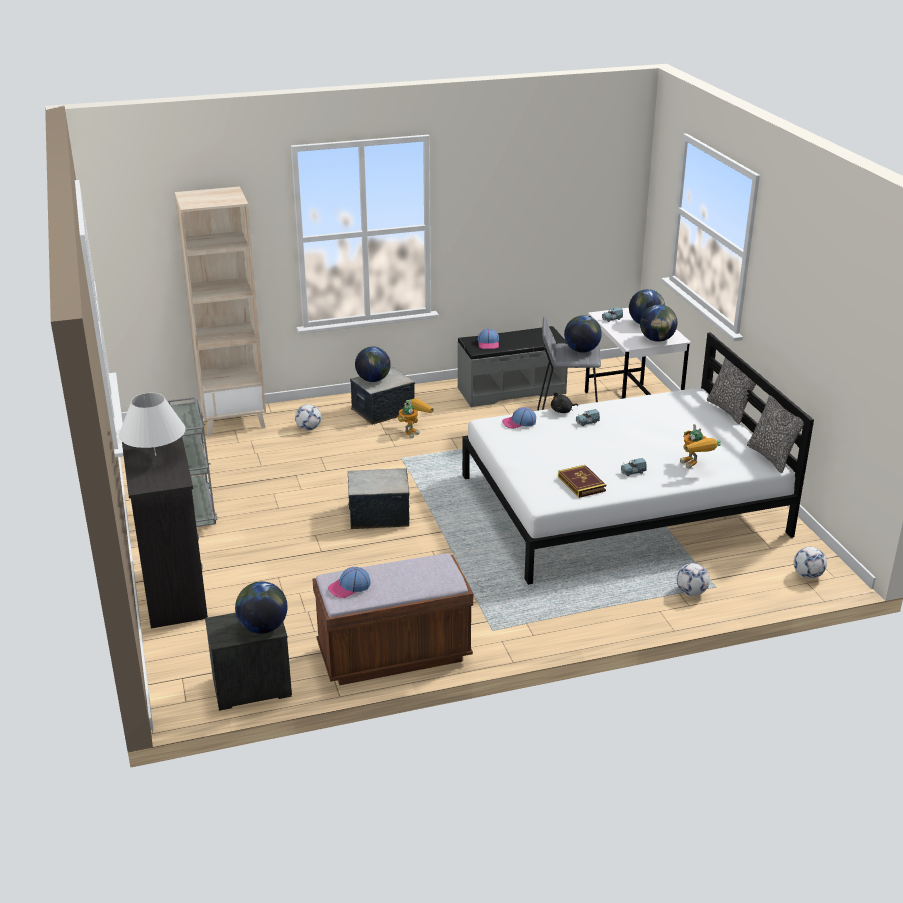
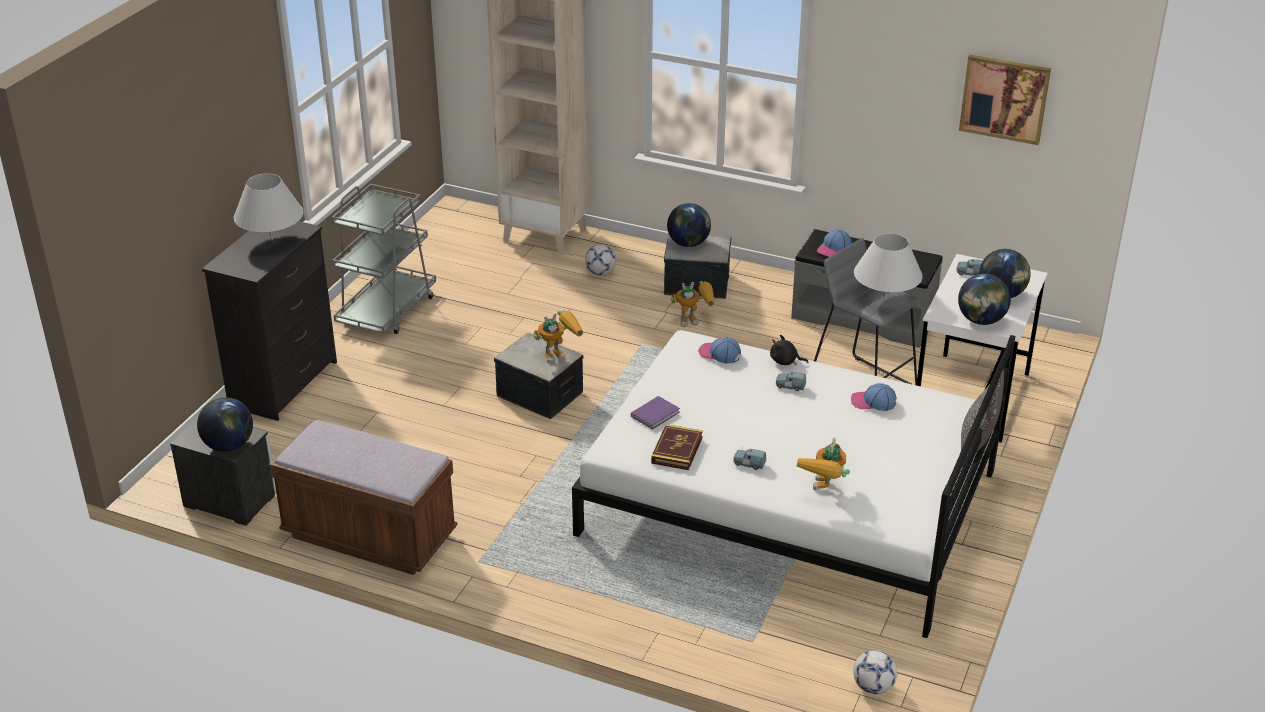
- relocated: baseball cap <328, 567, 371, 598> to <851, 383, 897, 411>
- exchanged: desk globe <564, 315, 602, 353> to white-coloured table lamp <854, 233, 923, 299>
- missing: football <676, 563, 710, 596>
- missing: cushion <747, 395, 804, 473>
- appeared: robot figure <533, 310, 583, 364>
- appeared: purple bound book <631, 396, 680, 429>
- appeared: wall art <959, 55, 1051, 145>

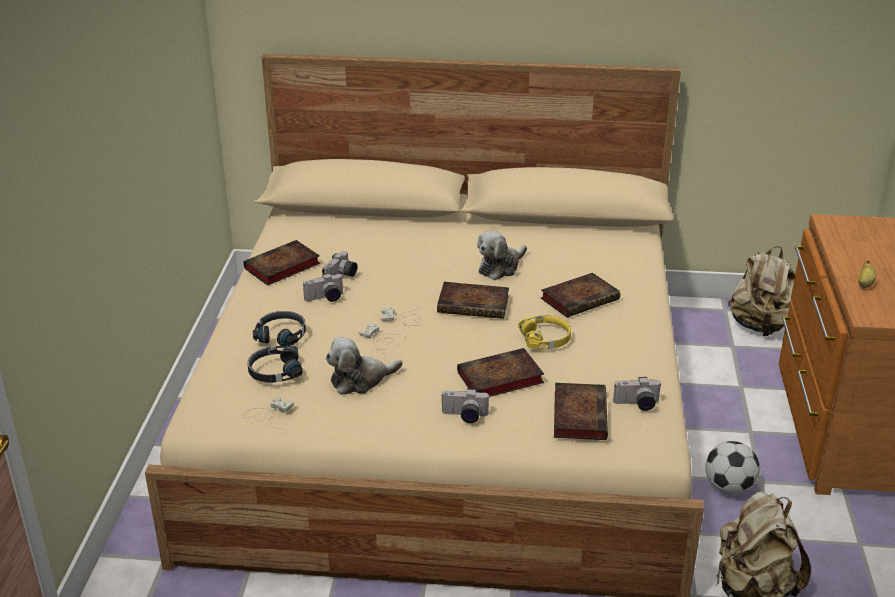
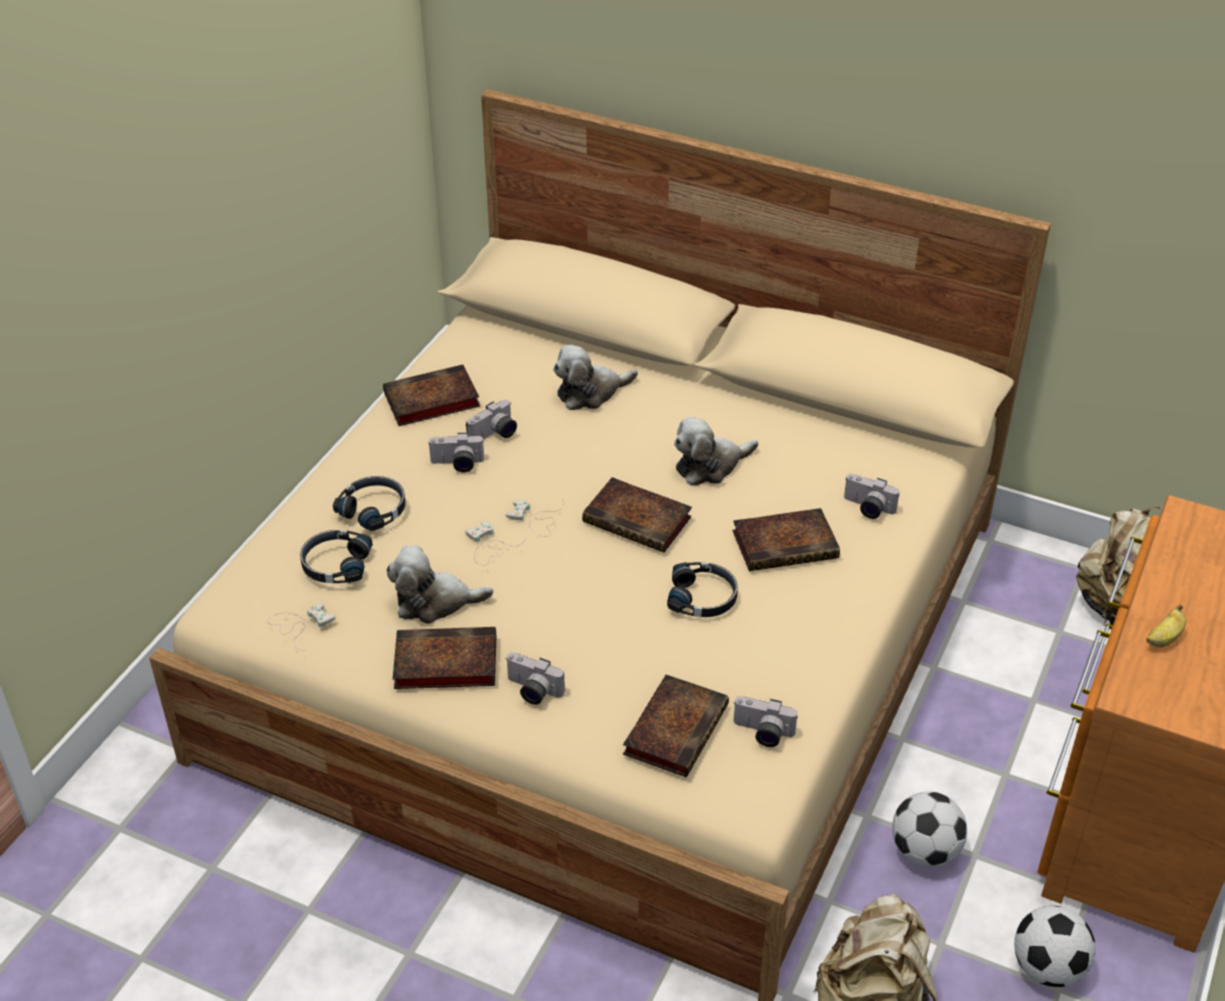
- relocated: bound book <457, 348, 544, 397> to <393, 627, 496, 689>
- colour: yellow-coloured pair of headphones <518, 315, 571, 349> to black-coloured pair of headphones <667, 562, 738, 617>
- appeared: soft toy <553, 345, 638, 410>
- appeared: photo camera <844, 474, 900, 519>
- appeared: football <1014, 906, 1096, 987>

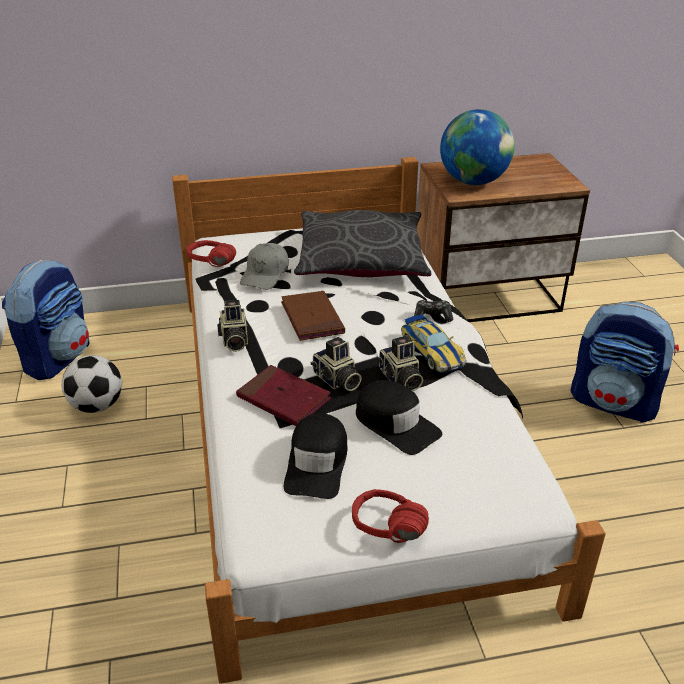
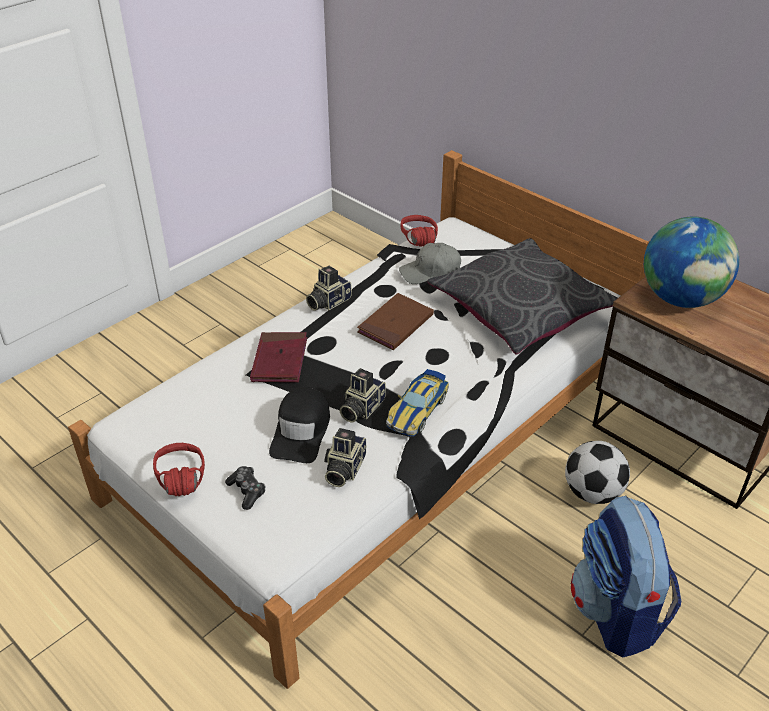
- missing: backpack <2, 260, 89, 380>
- relocated: football <61, 355, 122, 413> to <565, 441, 630, 504>
- missing: black-coloured baseball cap <284, 413, 348, 499>
- relocated: photo camera <311, 337, 362, 391> to <324, 428, 366, 487>
- relocated: gamepad <414, 300, 453, 322> to <225, 466, 266, 510>

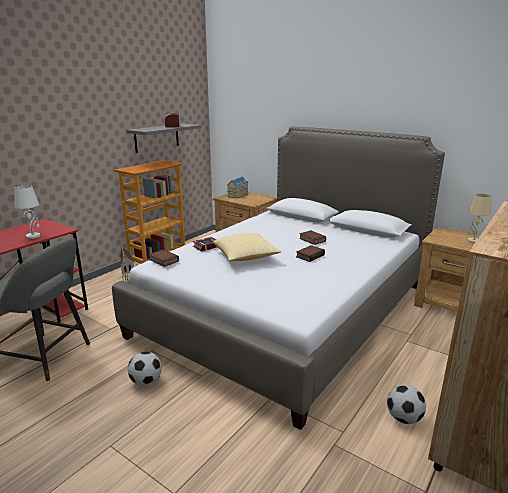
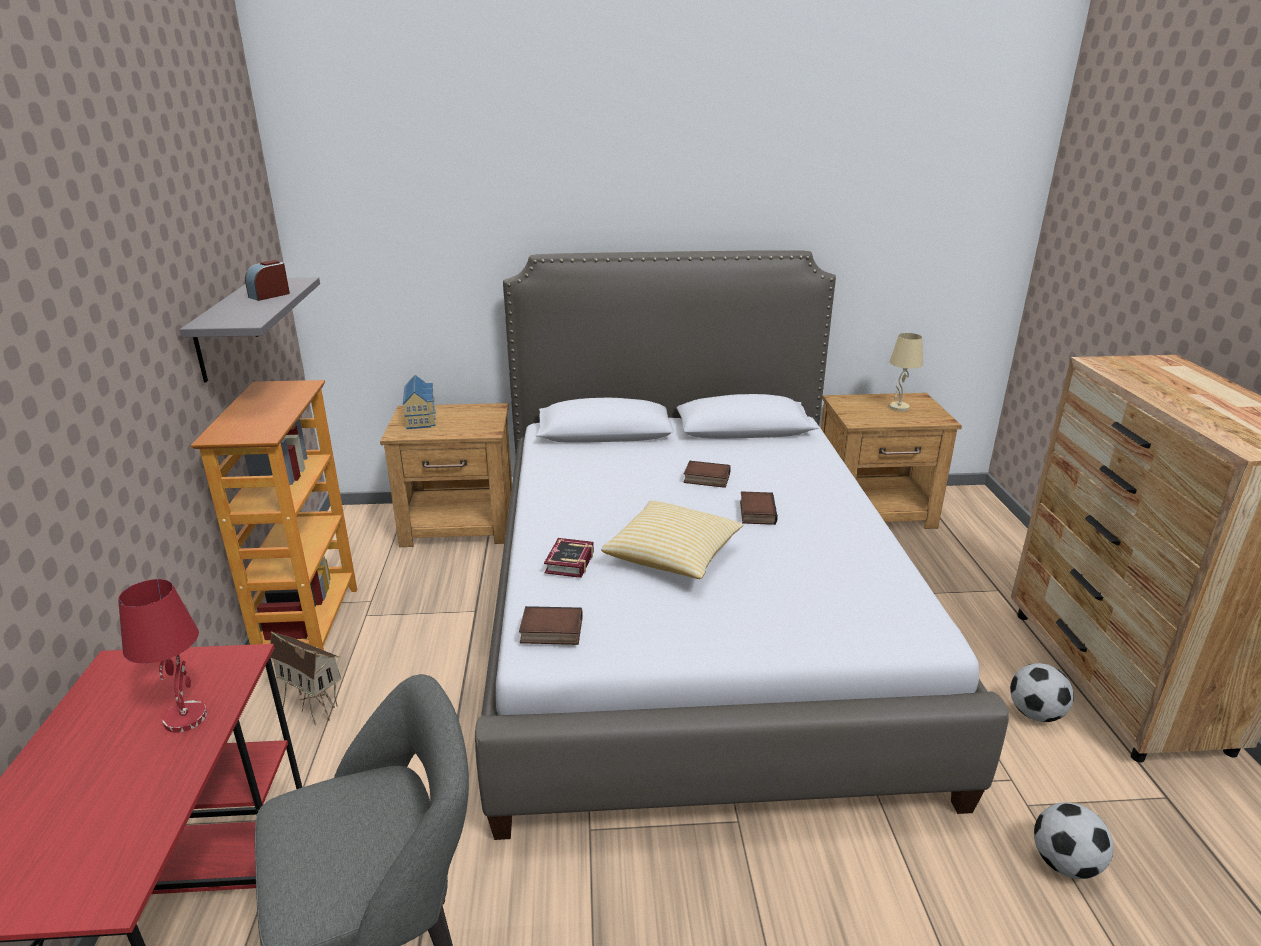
- colour: white-coloured table lamp <15, 185, 40, 239> to red table lamp <118, 579, 207, 733>
- relocated: football <128, 352, 162, 386> to <1034, 802, 1114, 879>

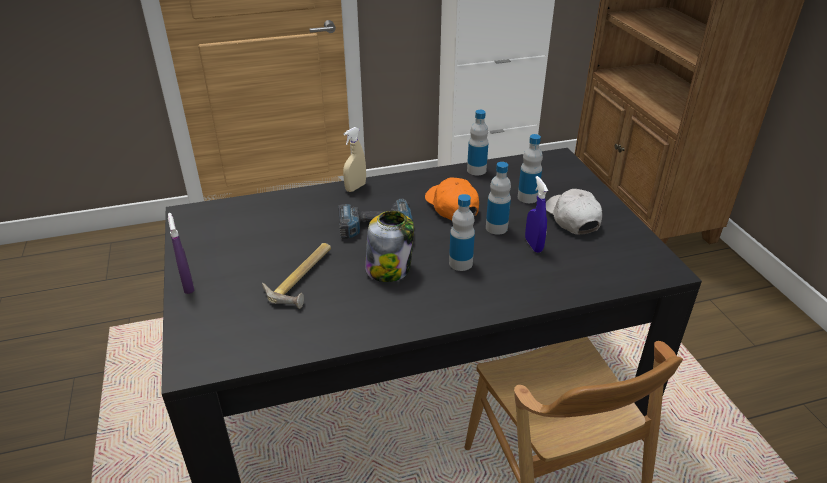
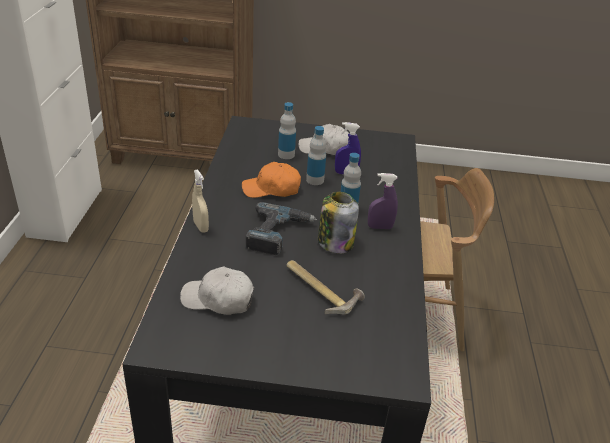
- relocated: purple hand sprayer <168, 213, 194, 294> to <368, 173, 398, 229>
- missing: bottle <467, 110, 488, 176>
- appeared: white-coloured baseball cap <180, 267, 254, 315>

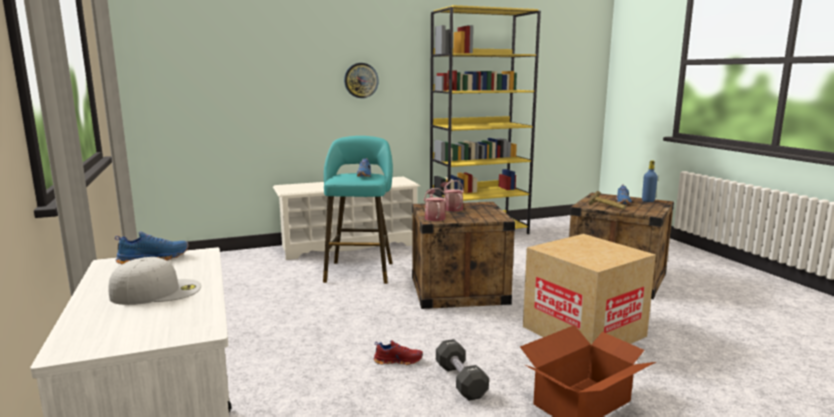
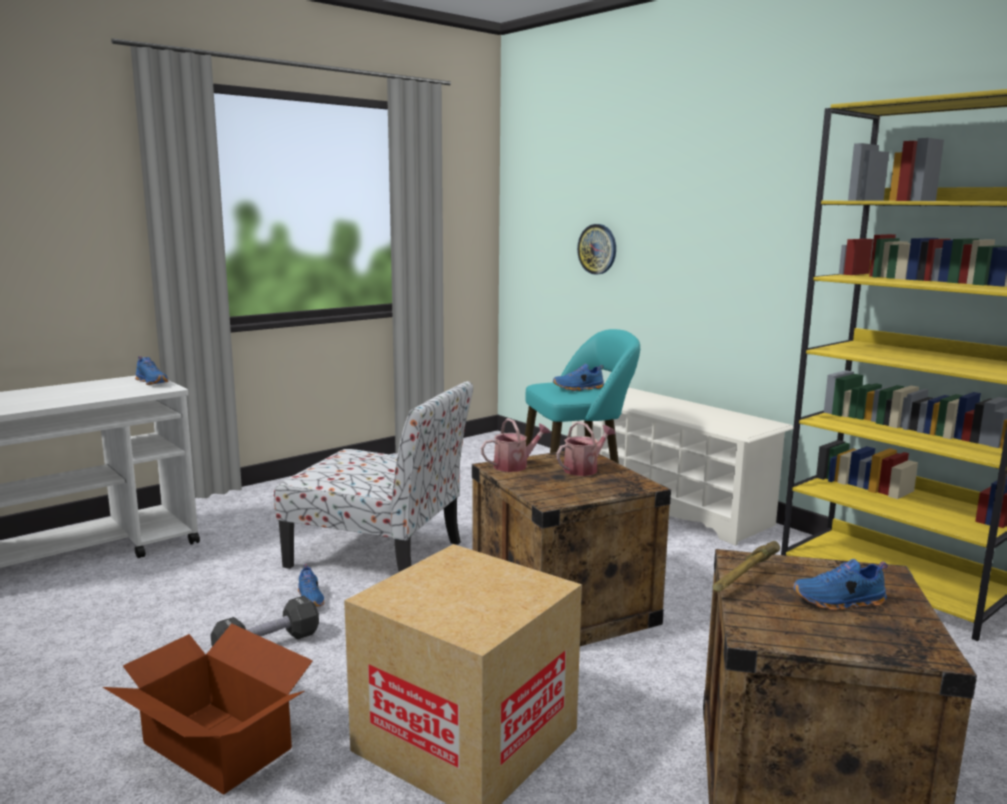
- missing: white-coloured baseball cap <108, 257, 201, 305>
- relocated: clock on the wall <344, 63, 379, 98> to <577, 224, 616, 275>
- colour: red item of footwear <374, 340, 423, 365> to bluish item of footwear <298, 564, 325, 607>
- missing: bluish bottle <642, 160, 658, 202>
- appeared: chair <274, 381, 473, 572>

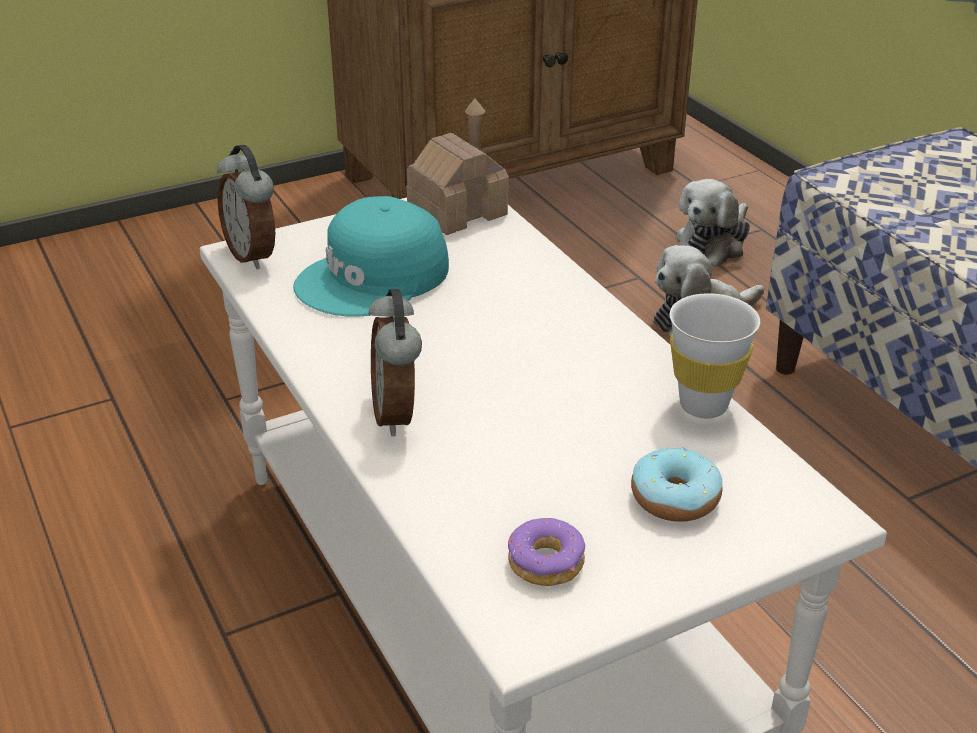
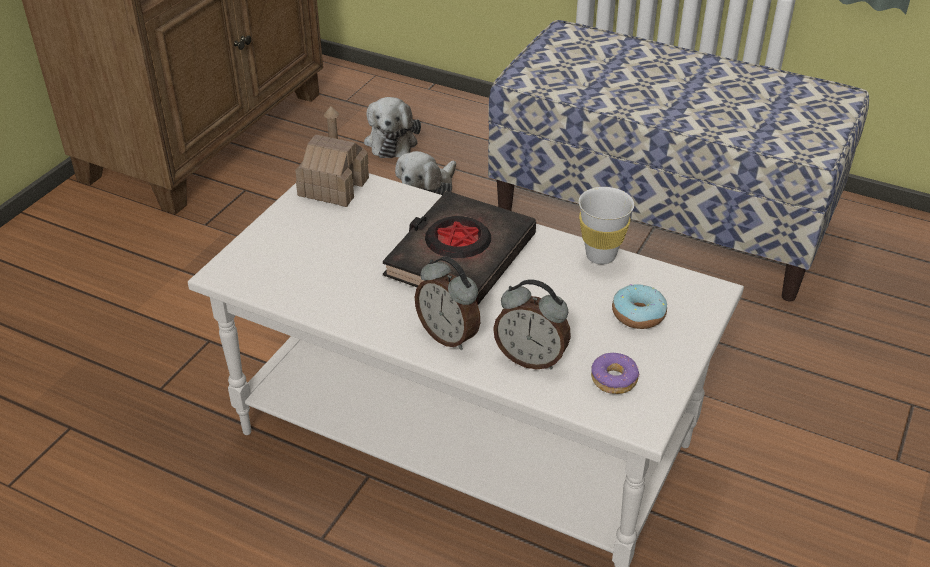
- relocated: bedside clock <217, 145, 275, 269> to <493, 280, 571, 369>
- missing: blue-green baseball cap <293, 196, 449, 317>
- appeared: black-coloured bound book <383, 191, 536, 305>

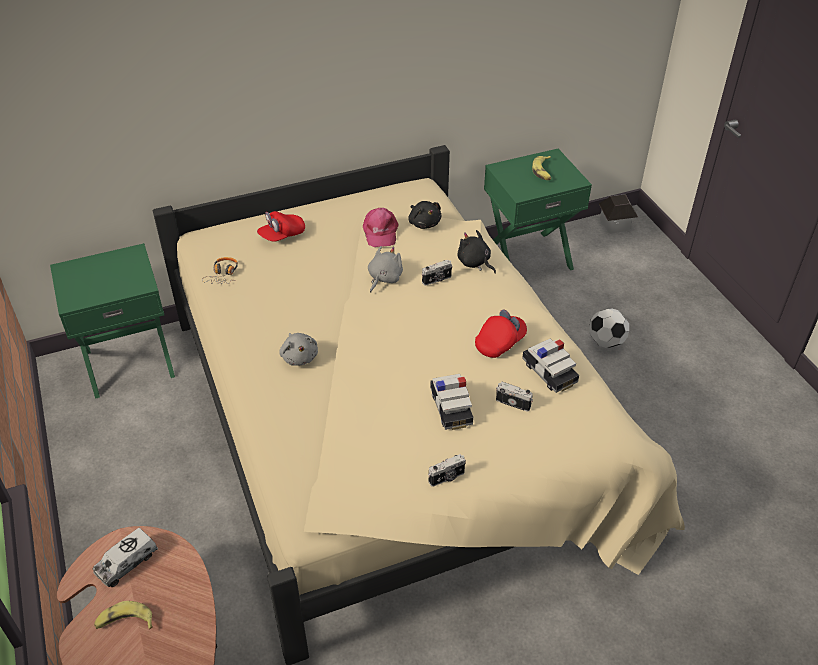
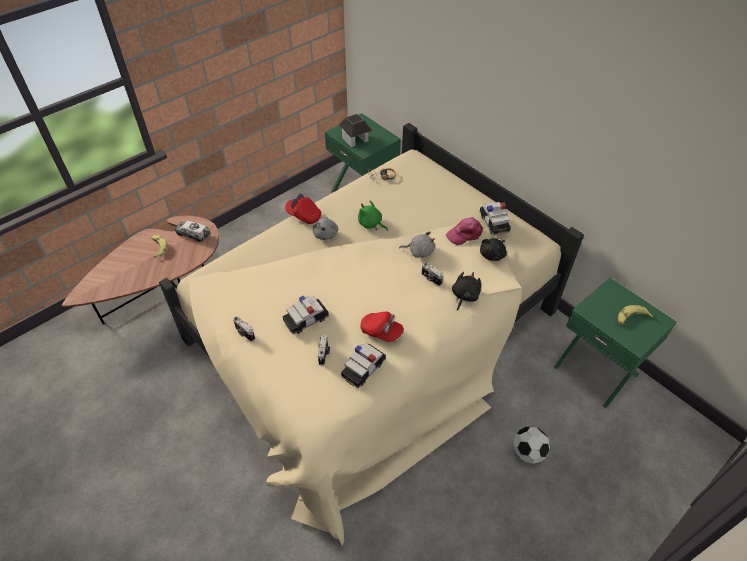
- relocated: red baseball cap <257, 211, 305, 242> to <285, 193, 321, 224>
- spun: greyish soft toy <279, 333, 318, 366> = <313, 217, 339, 240> 45 degrees counterclockwise
- relocated: model house <599, 194, 638, 233> to <339, 114, 372, 147>
- appeared: green soft toy <358, 201, 388, 231>
- appeared: toy car <480, 202, 511, 236>

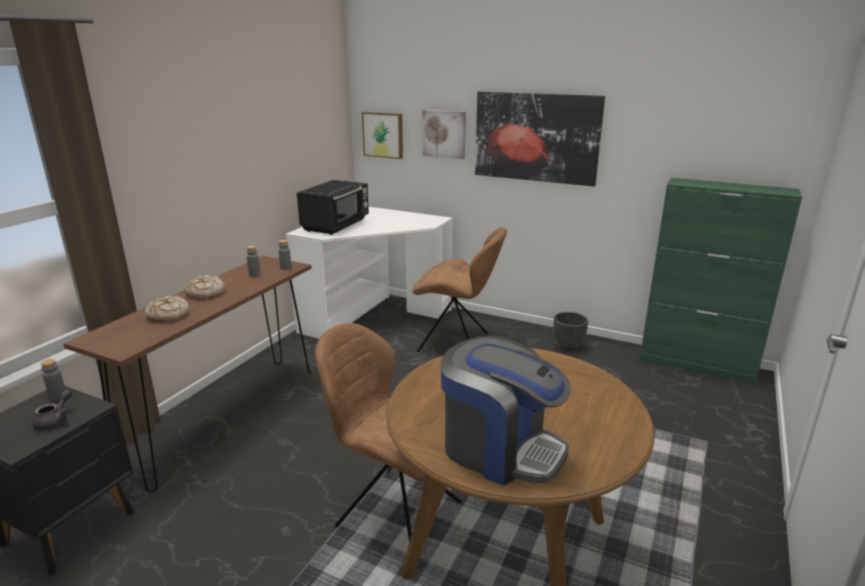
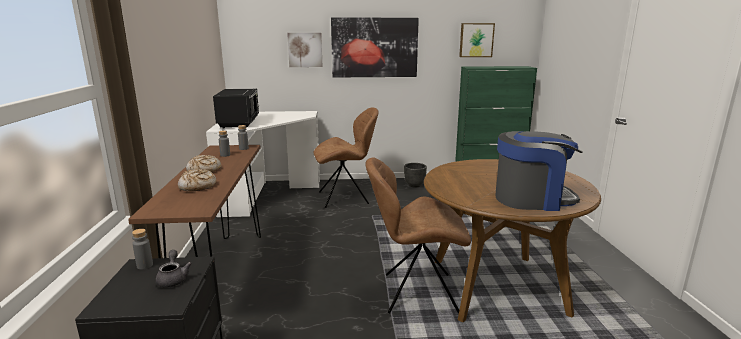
- relocated: wall art <362, 112, 403, 159> to <459, 23, 495, 57>

